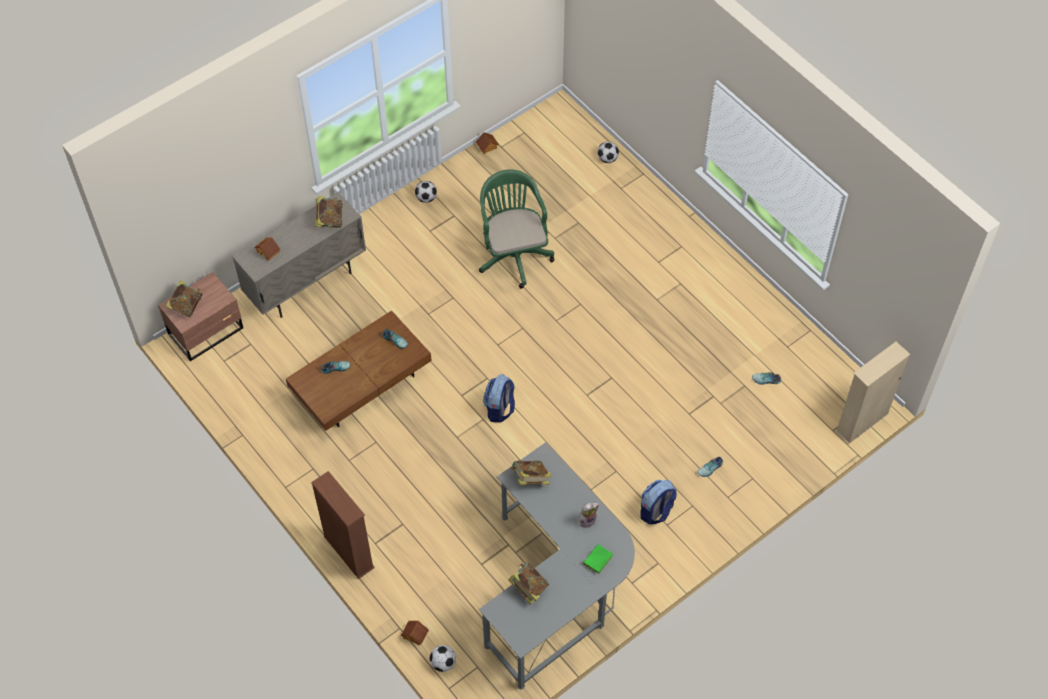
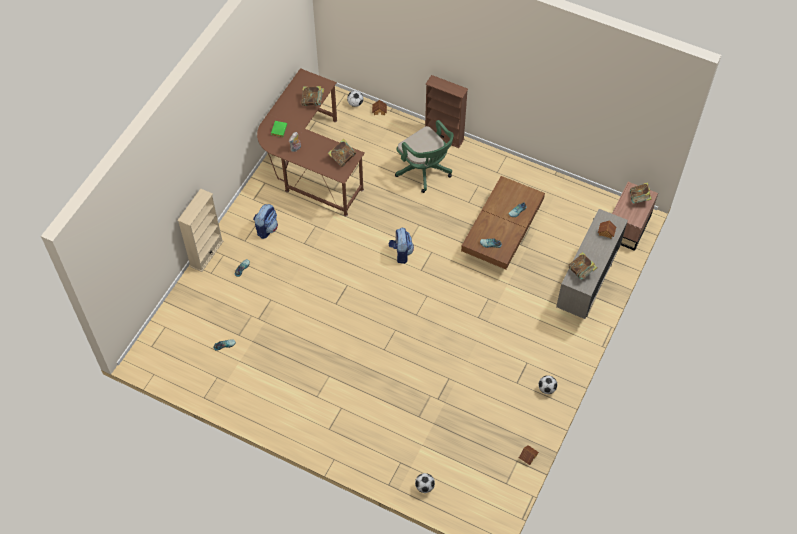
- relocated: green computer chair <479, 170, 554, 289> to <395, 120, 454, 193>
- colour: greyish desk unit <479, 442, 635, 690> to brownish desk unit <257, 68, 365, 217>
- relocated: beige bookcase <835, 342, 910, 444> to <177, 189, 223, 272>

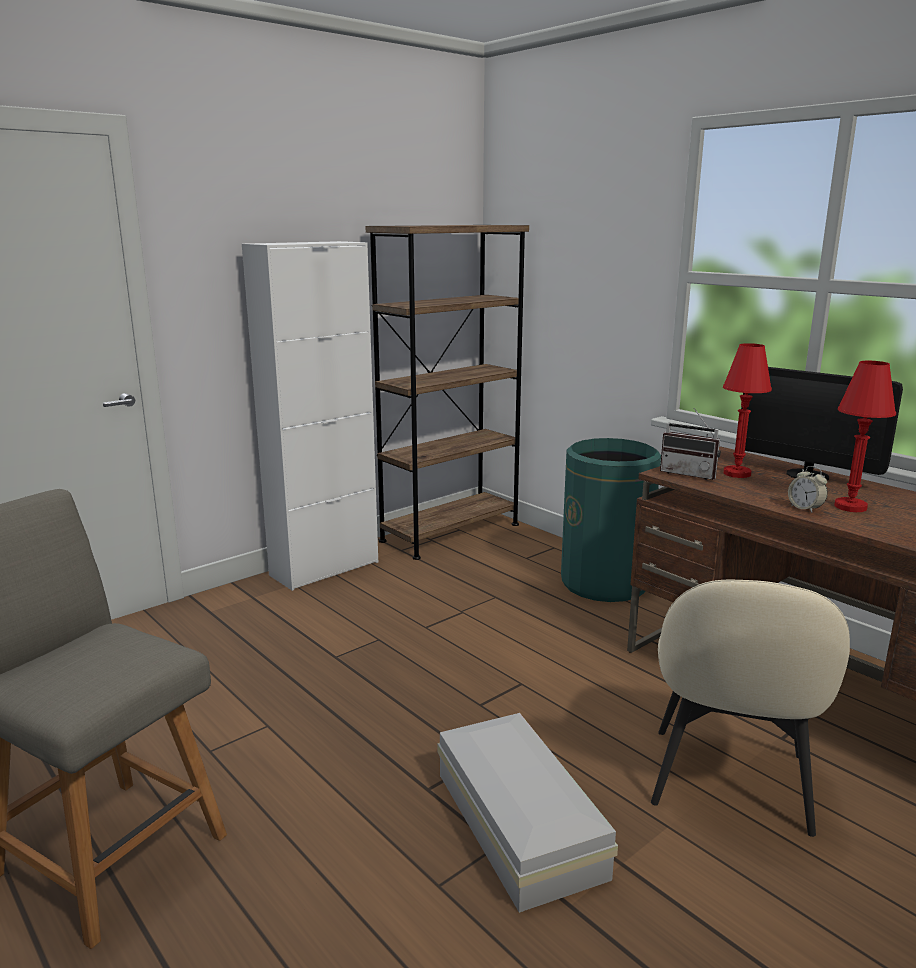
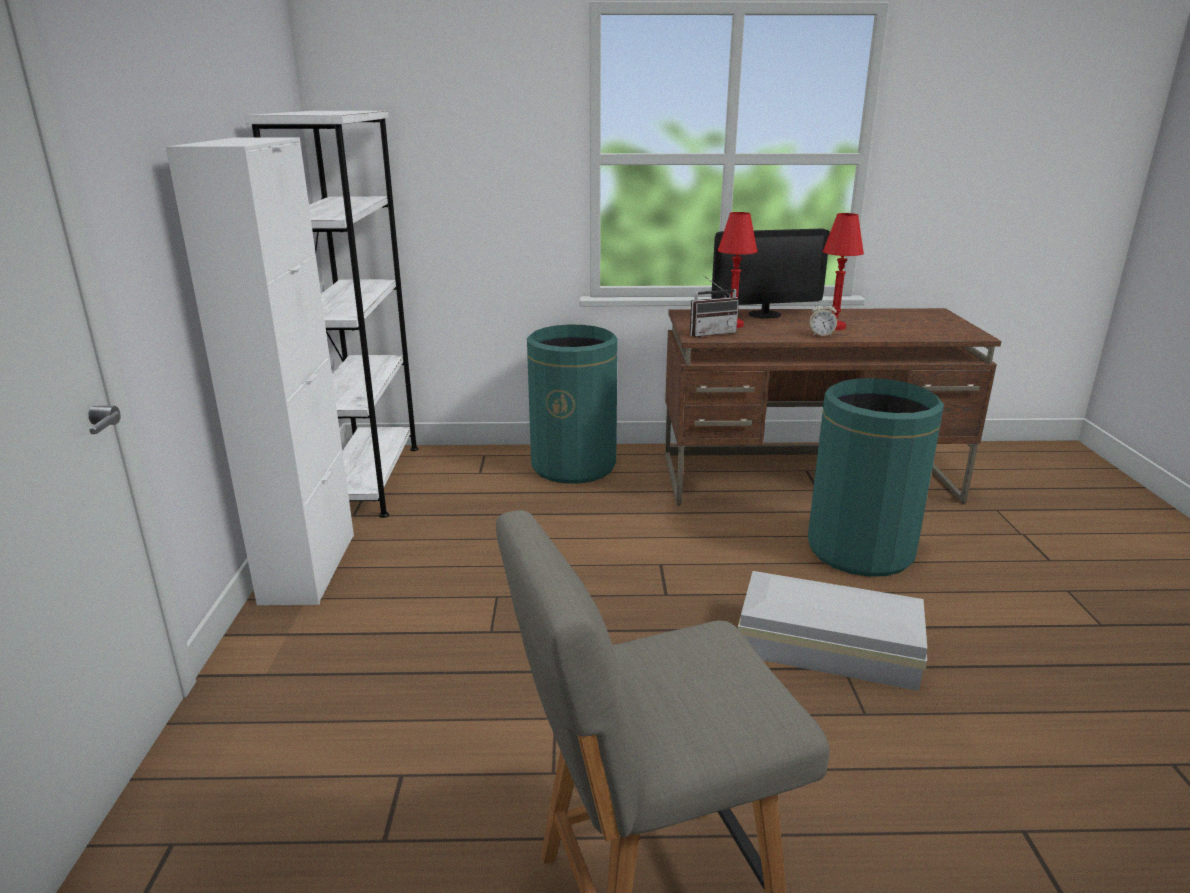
- colour: brownish bookcase <365, 225, 529, 560> to white-coloured bookcase <245, 111, 419, 518>
- exchanged: beige chair <651, 580, 850, 837> to green waste bin <808, 378, 944, 577>

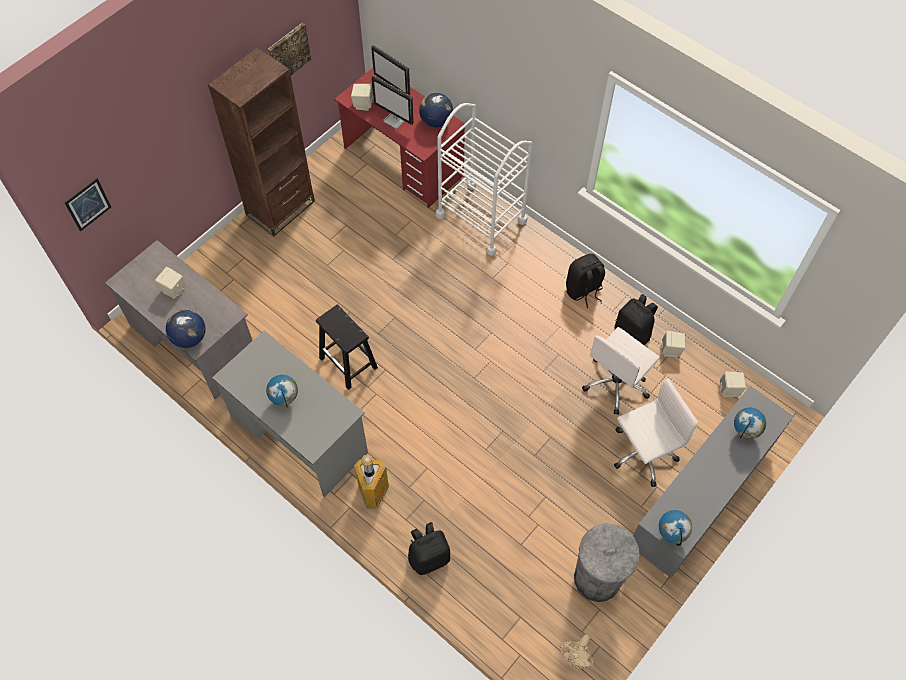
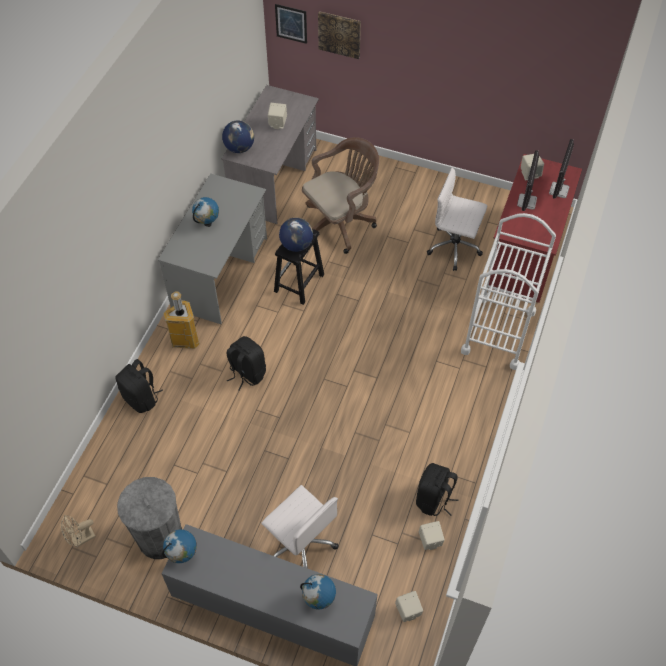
- missing: brownish bookcase <208, 47, 315, 236>
- relocated: wall art <268, 22, 311, 75> to <318, 11, 361, 59>
- relocated: desk globe <419, 93, 453, 127> to <279, 218, 313, 252>
- spun: beige electric fan <560, 634, 593, 669> = <61, 515, 96, 547> 45 degrees counterclockwise
- relocated: black-coloured backpack <566, 254, 605, 308> to <227, 336, 266, 391>
- relocated: white-coloured computer chair <582, 327, 660, 414> to <427, 168, 487, 271>
- appeared: brownish computer chair <302, 137, 379, 254>

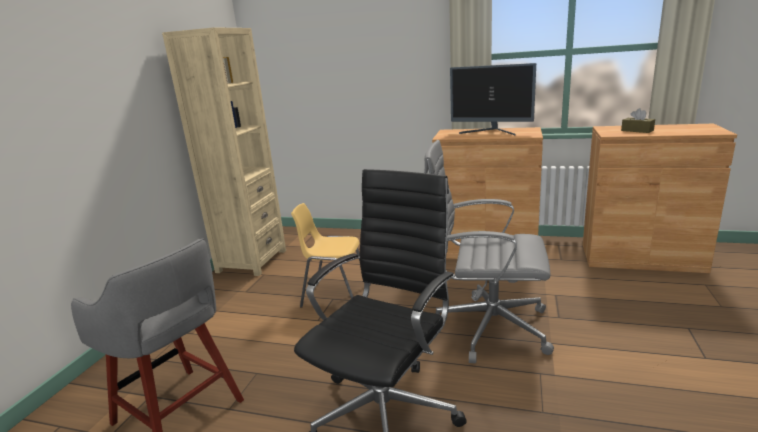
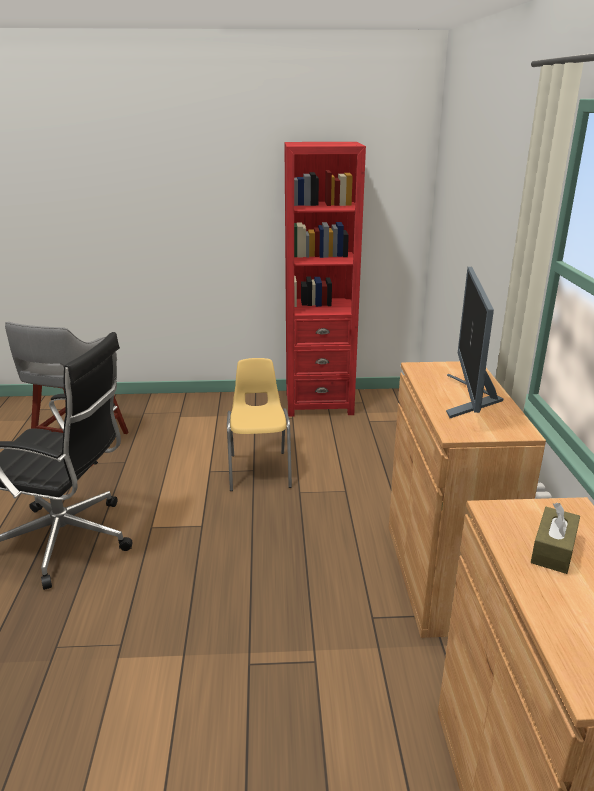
- colour: beige bookcase <162, 27, 286, 276> to red bookcase <284, 142, 366, 417>
- missing: greyish computer chair <424, 140, 554, 363>

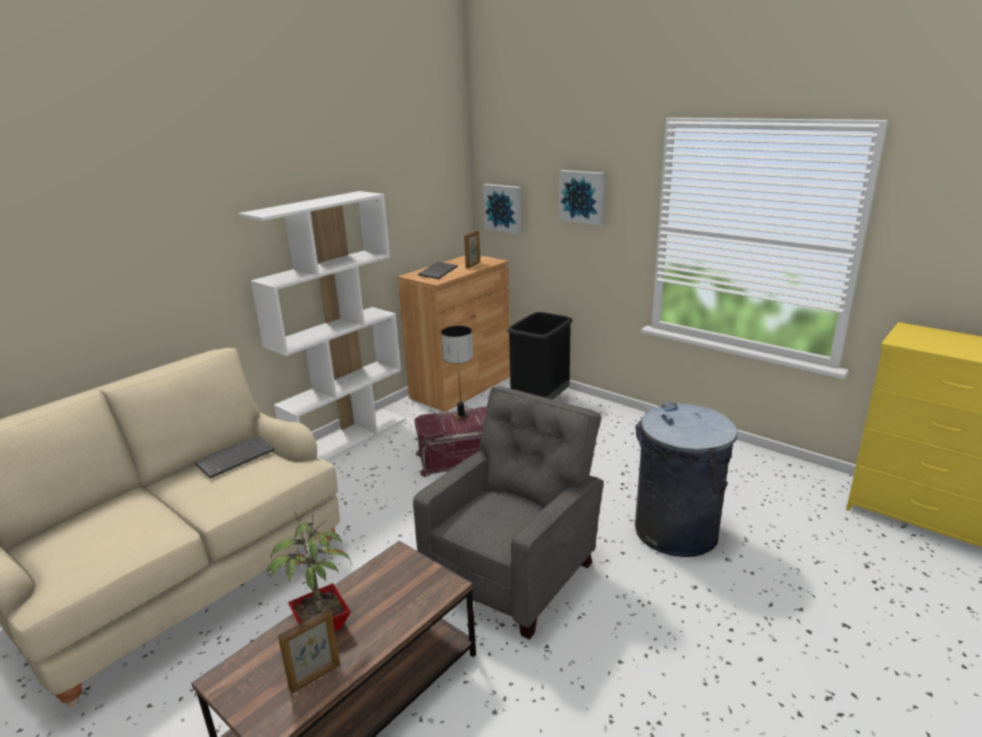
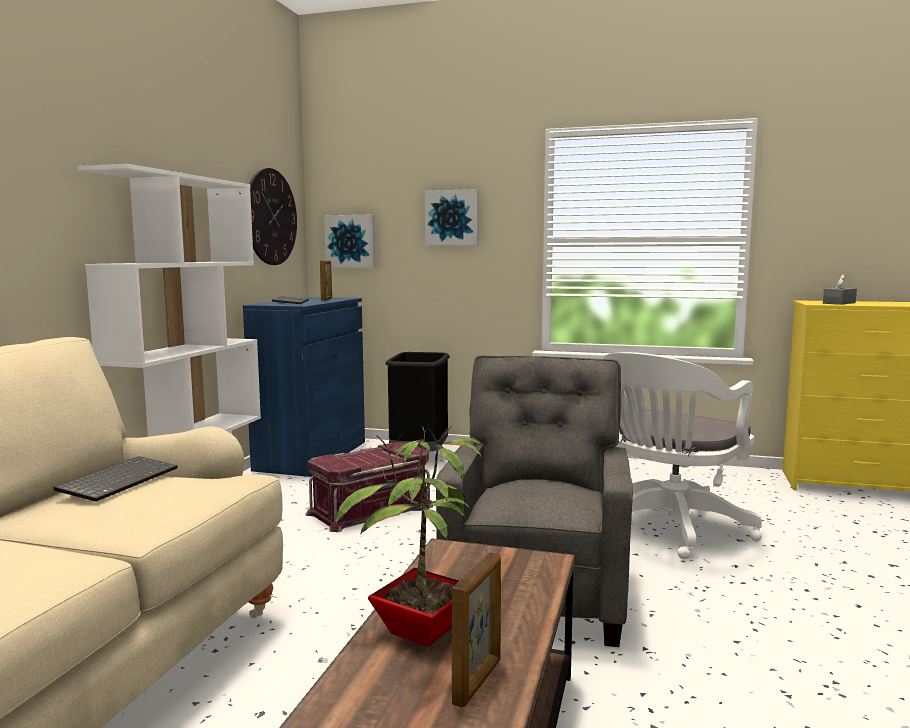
- colour: brownish cabinet <398, 256, 510, 412> to bluish cabinet <243, 297, 365, 477>
- missing: table lamp <441, 326, 473, 420>
- exchanged: greyish waste bin <635, 401, 738, 557> to white-coloured computer chair <603, 352, 762, 559>
- appeared: clock on the wall <249, 168, 297, 265>
- appeared: greyish tissue holder <823, 274, 857, 305>

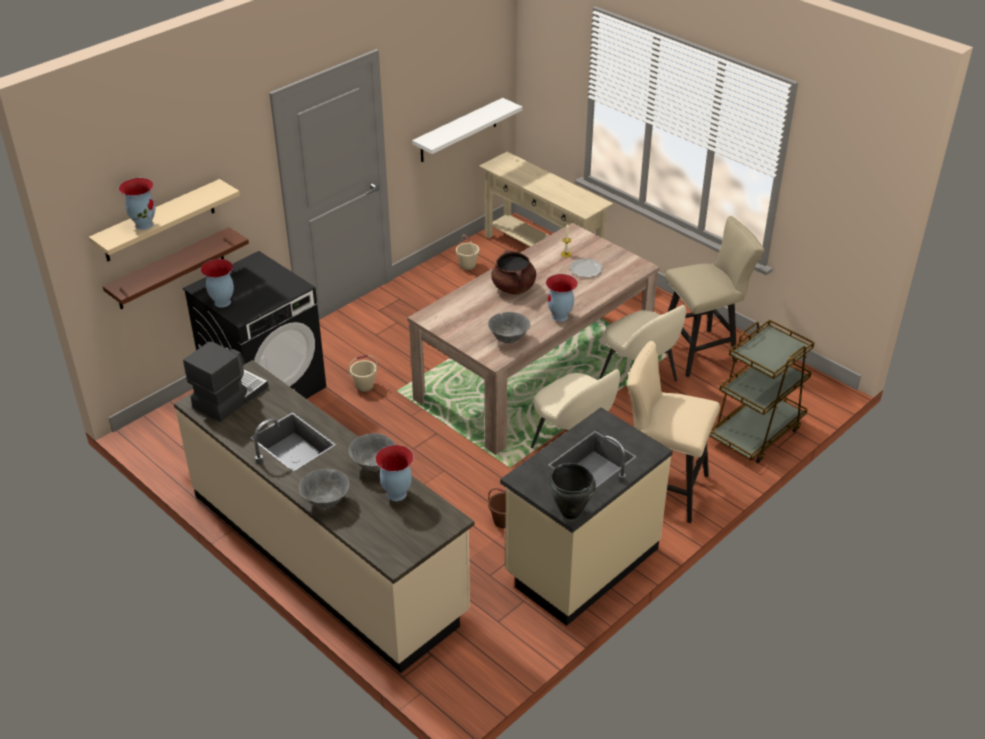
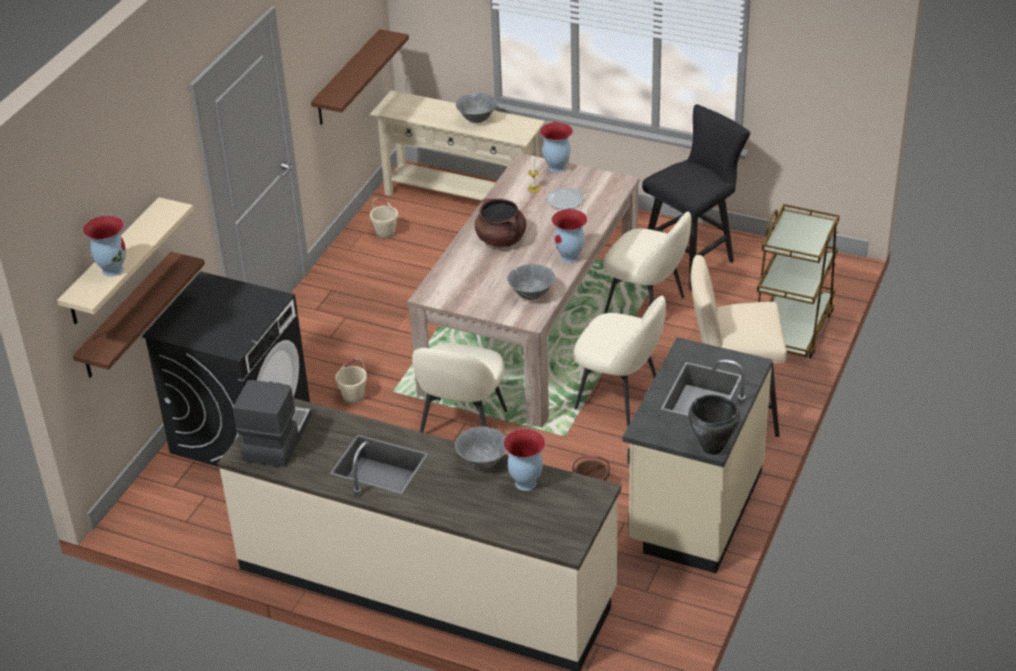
- relocated: vase <200, 259, 234, 308> to <540, 122, 573, 173>
- relocated: greyish serving bowl <299, 469, 349, 509> to <456, 93, 497, 123>
- colour: white-coloured bracket shelf <412, 98, 522, 162> to brownish bracket shelf <311, 29, 409, 125>
- colour: beige stool seat <665, 216, 764, 377> to black-coloured stool seat <642, 104, 750, 290>
- appeared: beige chair <412, 343, 508, 432>

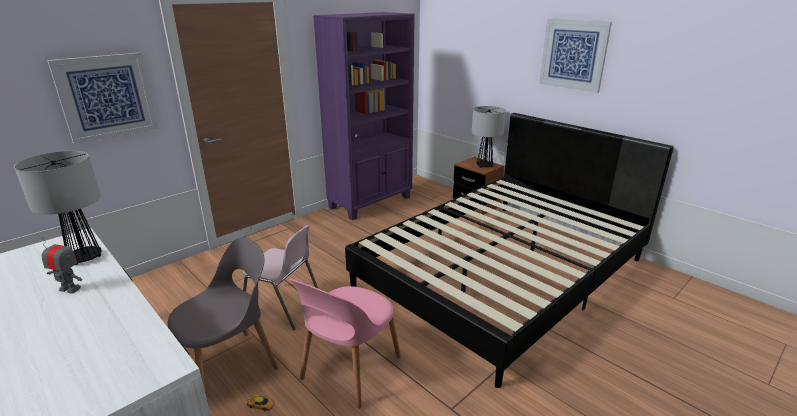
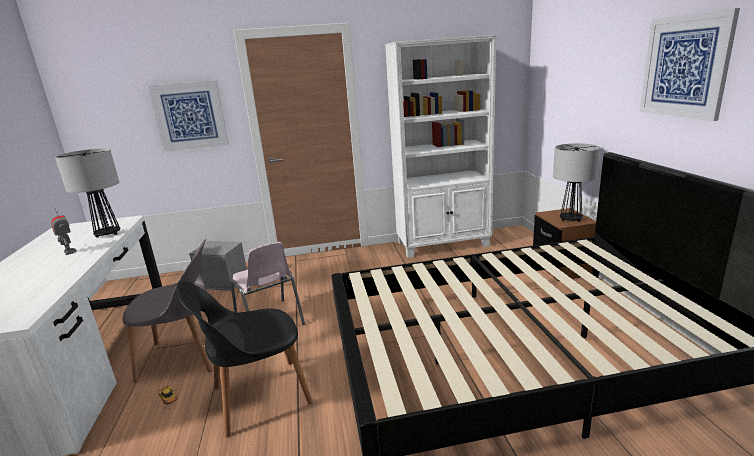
- colour: pinkish chair <290, 279, 401, 409> to black-coloured chair <176, 281, 313, 437>
- colour: purple bookcase <313, 12, 415, 220> to white-coloured bookcase <385, 35, 496, 258>
- appeared: greyish storage bin <189, 241, 247, 291>

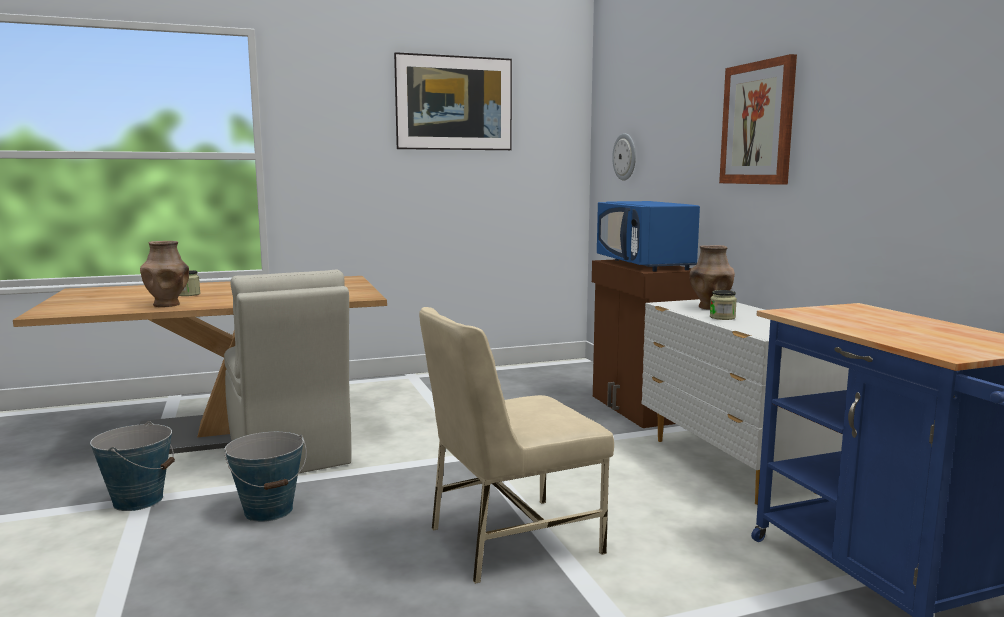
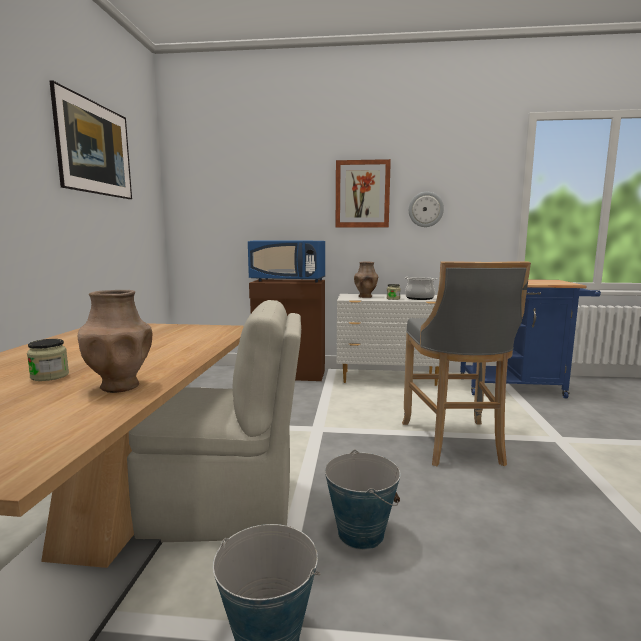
- exchanged: beige chair <419, 307, 614, 584> to greyish stool seat <402, 261, 531, 466>
- relocated: clock on the wall <612, 133, 636, 181> to <409, 192, 444, 227>
- appeared: stockpot <404, 277, 438, 300>

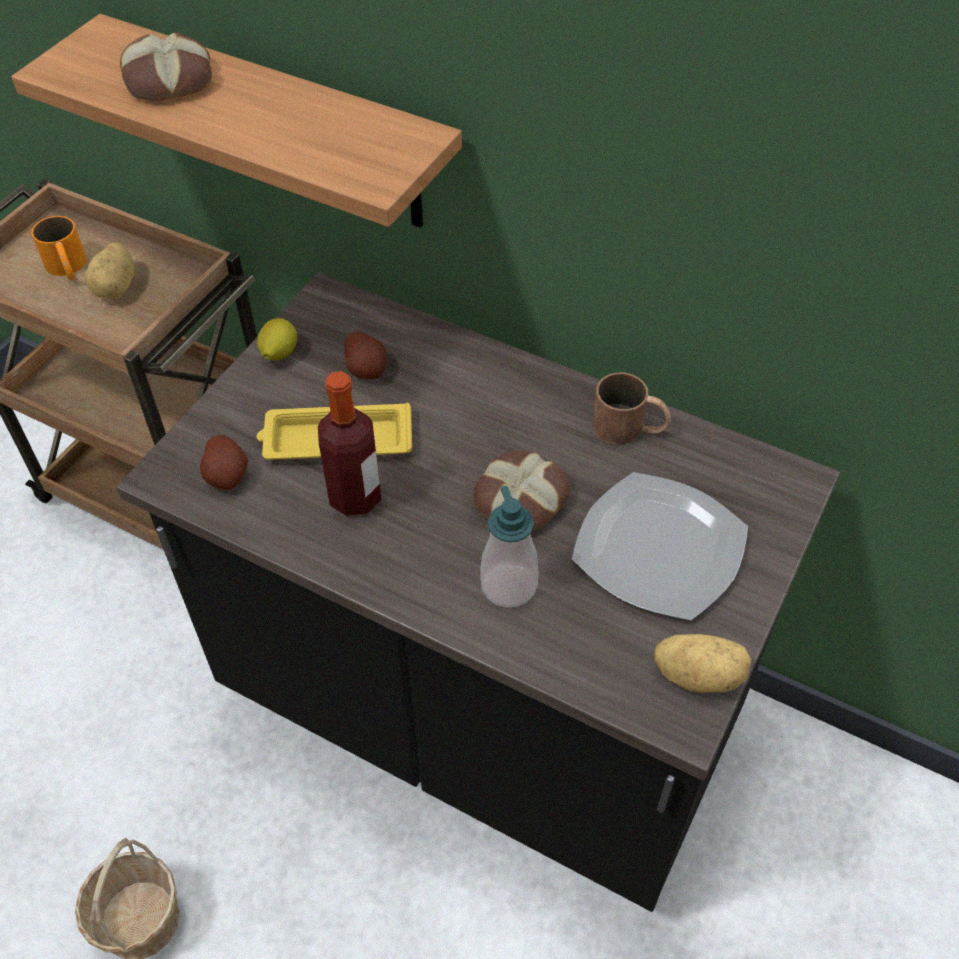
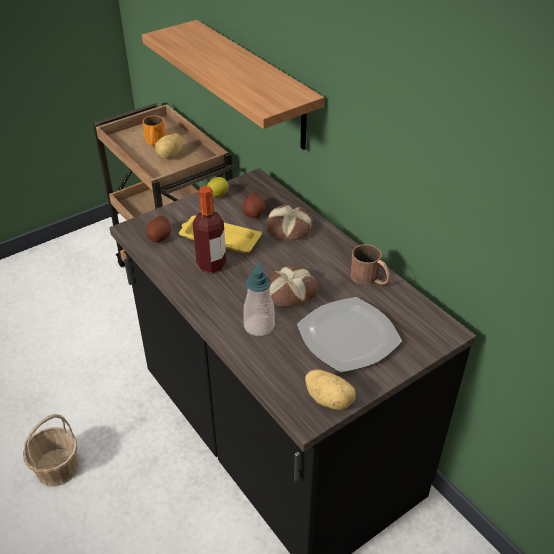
- relocated: baked bread <120, 32, 212, 101> to <267, 205, 313, 240>

